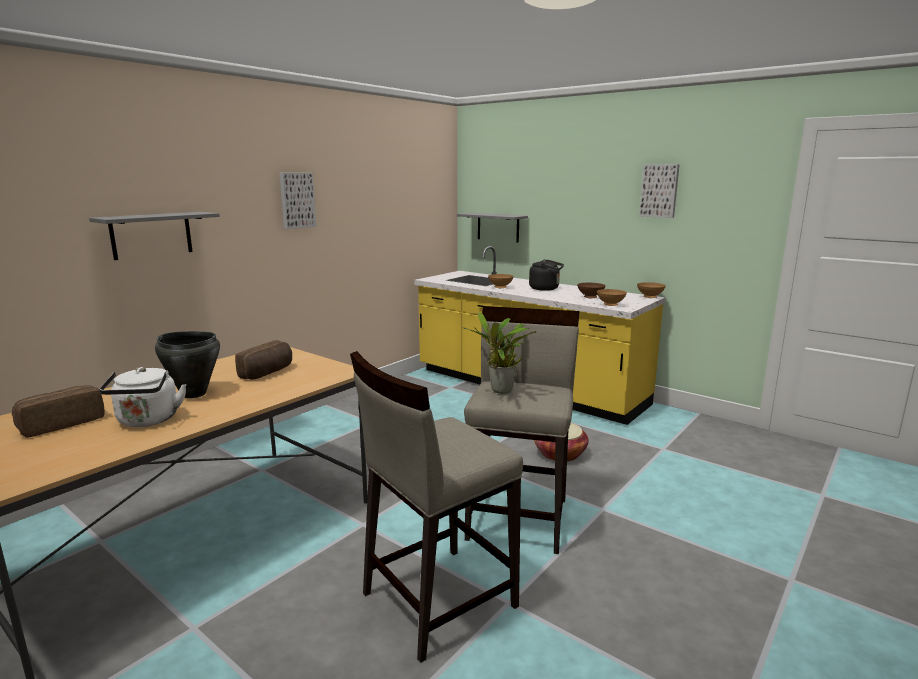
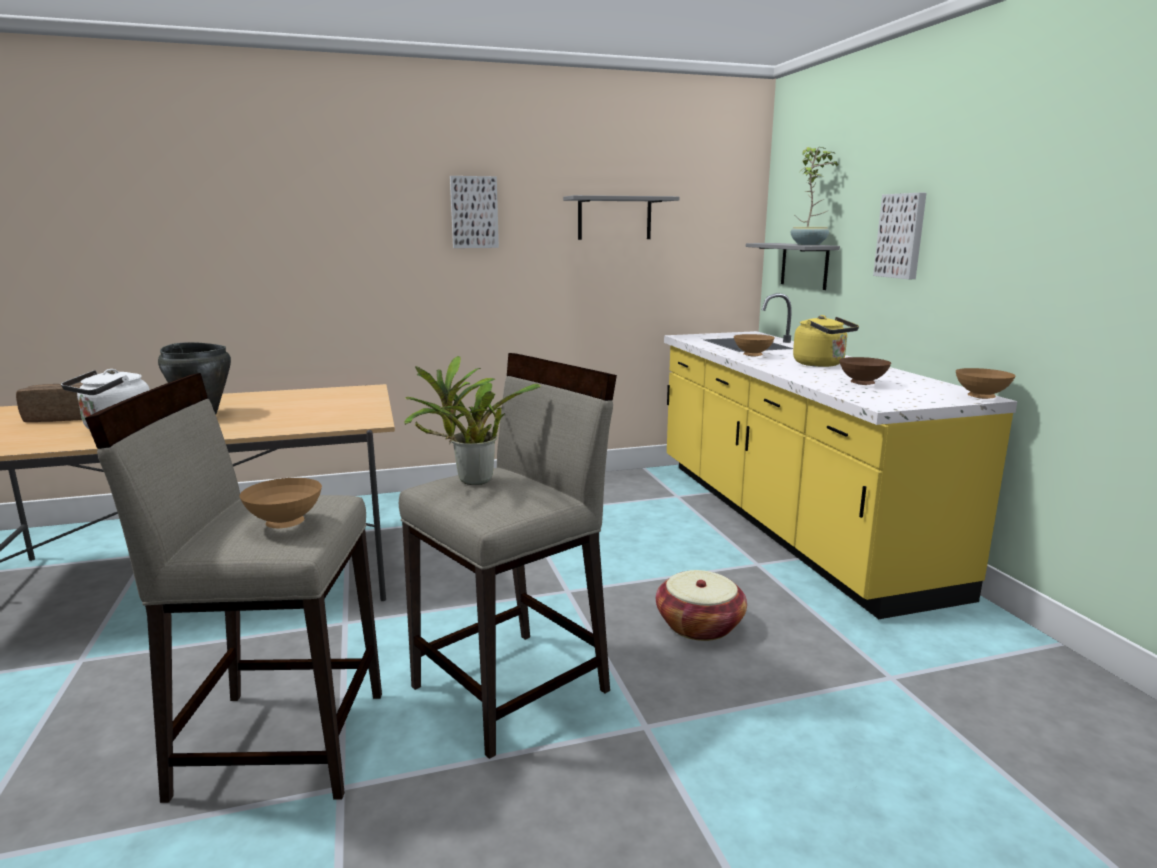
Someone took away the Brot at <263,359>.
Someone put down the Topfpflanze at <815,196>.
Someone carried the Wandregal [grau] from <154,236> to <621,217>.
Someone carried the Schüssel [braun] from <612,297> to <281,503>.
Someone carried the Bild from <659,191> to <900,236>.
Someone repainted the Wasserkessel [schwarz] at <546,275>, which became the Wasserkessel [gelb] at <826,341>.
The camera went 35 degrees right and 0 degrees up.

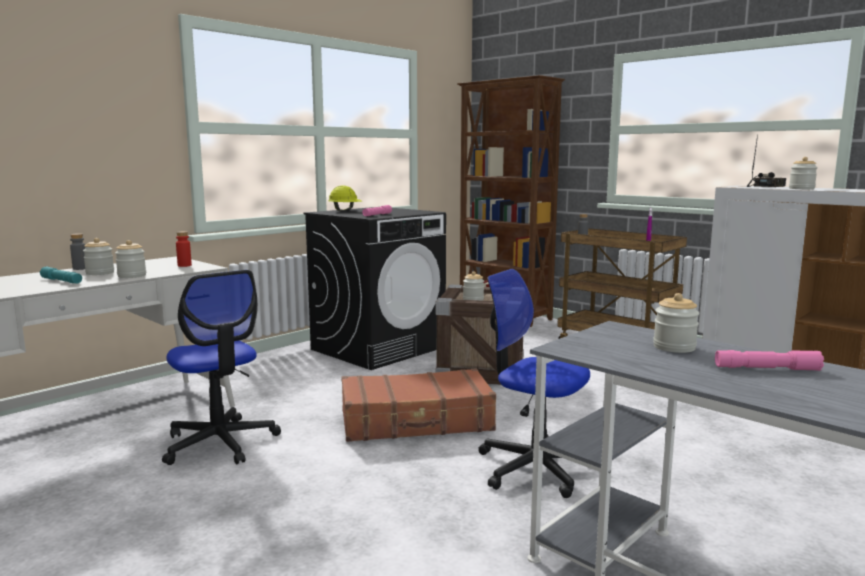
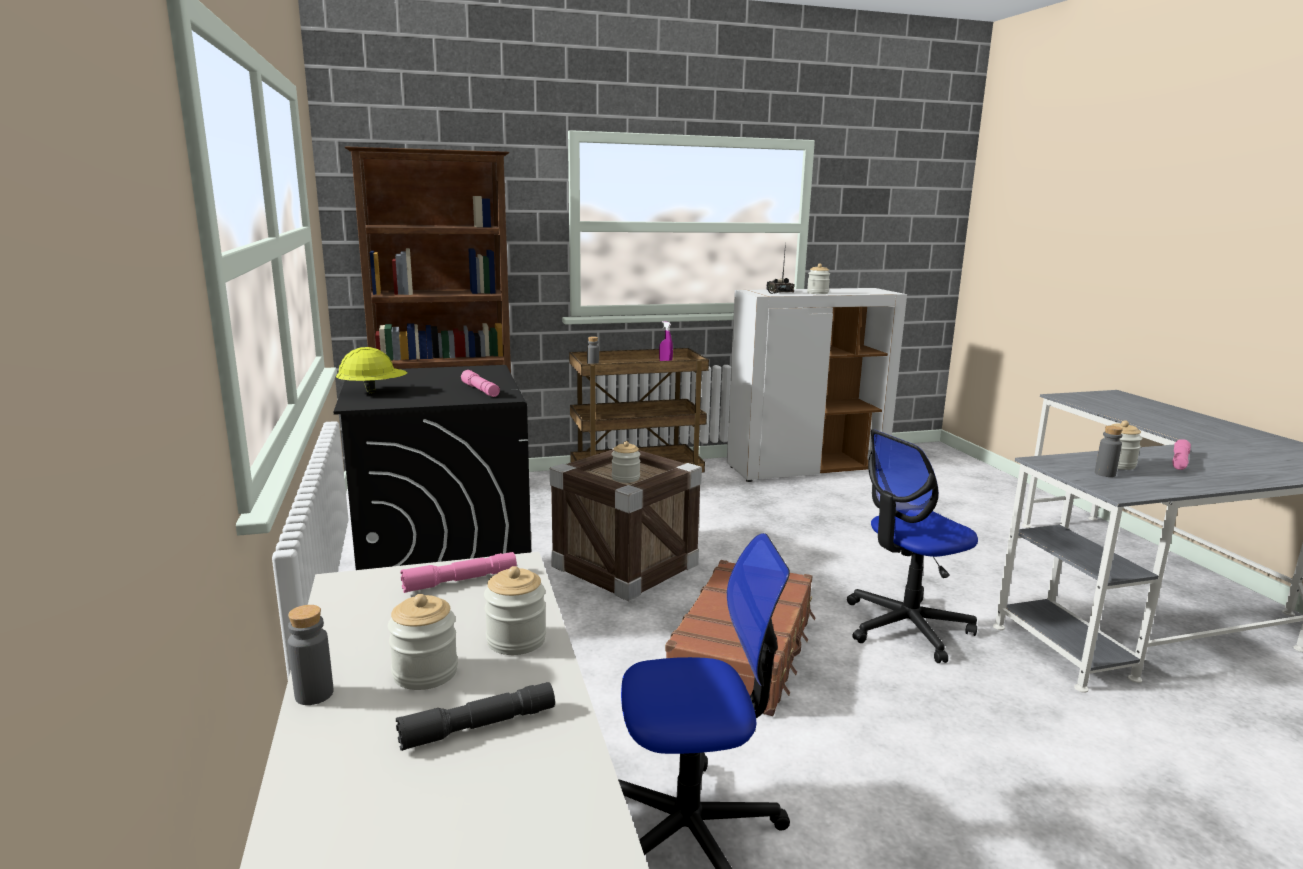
Someone put down the Flasche [grau] at <1109,451>.
Someone swapped the Flasche [rot] at <184,249> for the Taschenlampe [rosa] at <458,572>.
Someone repainted the Taschenlampe [türkis] at <61,275>, which became the Taschenlampe [grau] at <475,716>.
The camera went 60 degrees left and 5 degrees up.

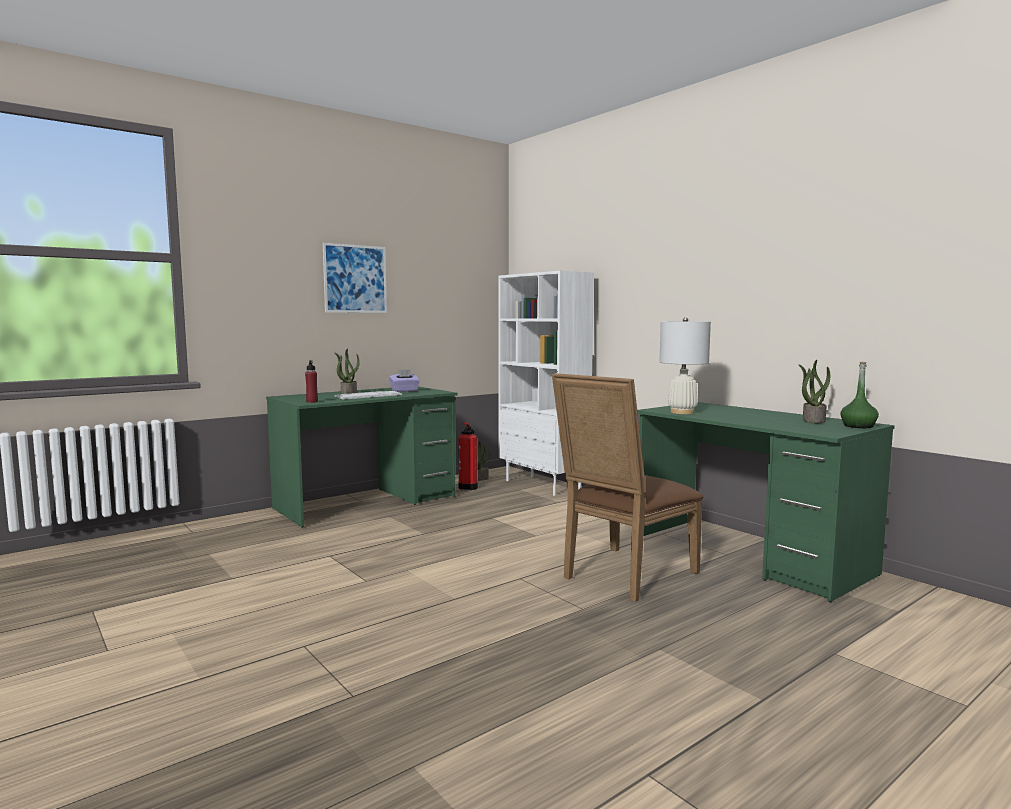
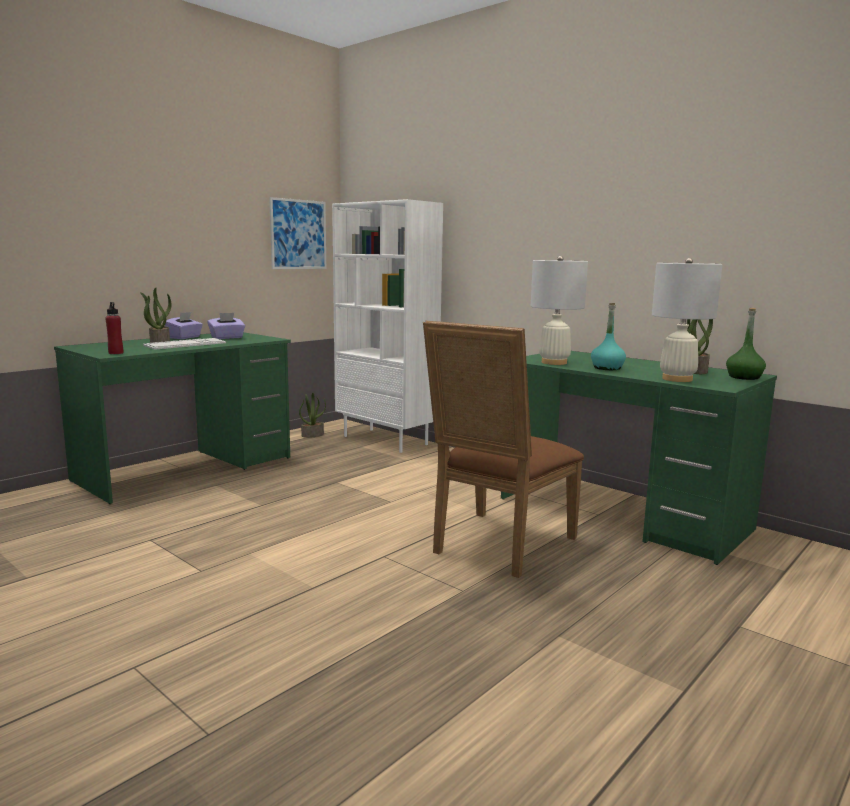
Someone took away the Feuerlöscher at <468,456>.
Someone put down the Taschentuchbox [lila] at <184,325>.
Someone put down the Flasche [türkis] at <608,336>.
Someone put down the Tischlampe [weiß] at <687,320>.
Someone carried the Bild from <355,278> to <297,233>.
The camera went 10 degrees left and 5 degrees up.

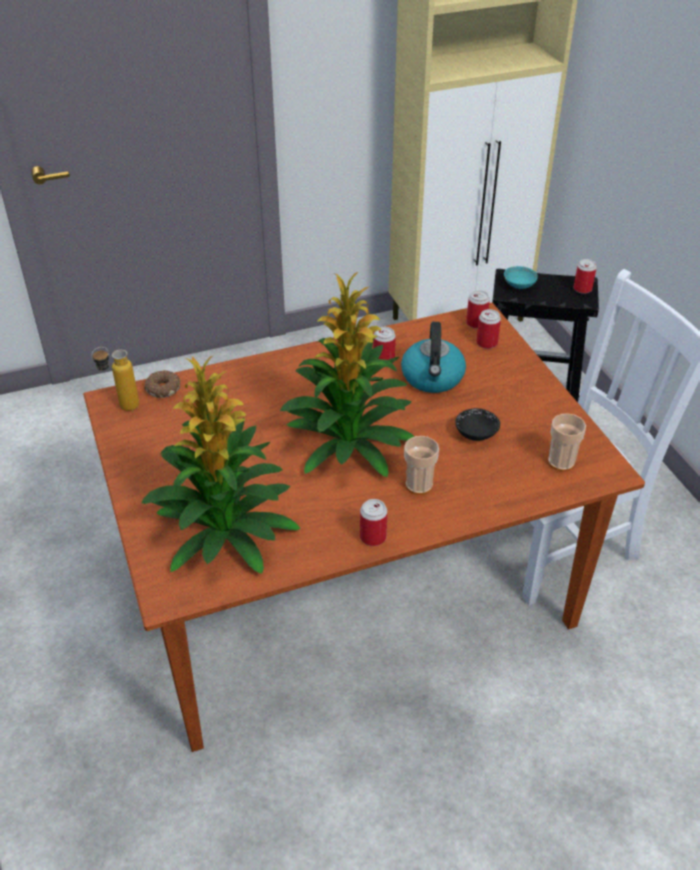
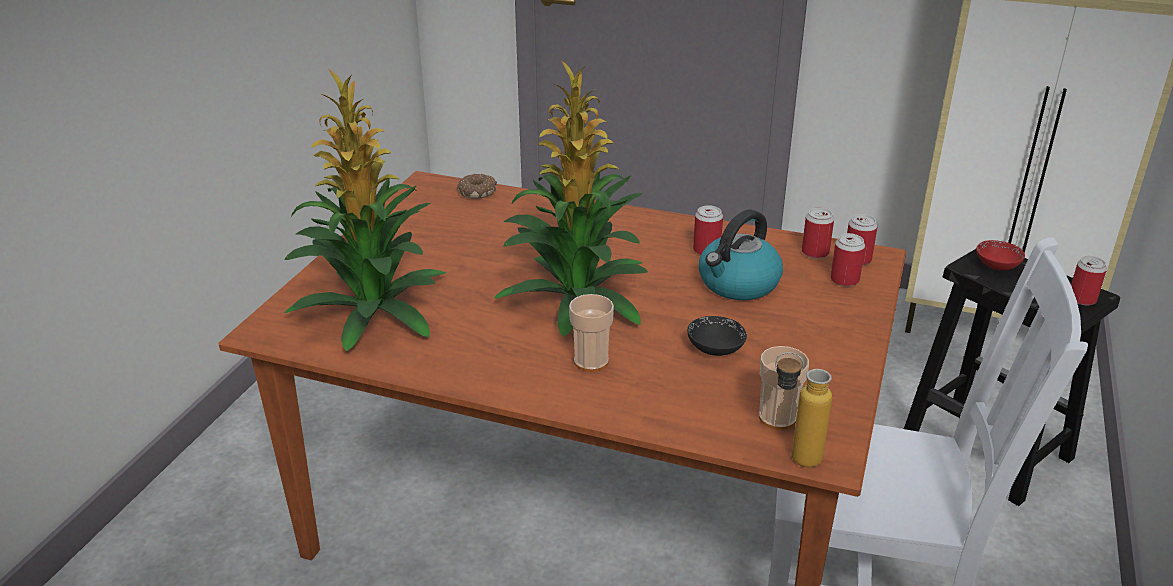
Someone carried the Flasche from <115,379> to <803,409>.
Someone carried the Dose from <374,522> to <818,233>.
Someone repainted the Schüssel [türkis] at <521,277>, which became the Schüssel [rot] at <1000,255>.
The camera went 40 degrees right and 10 degrees down.

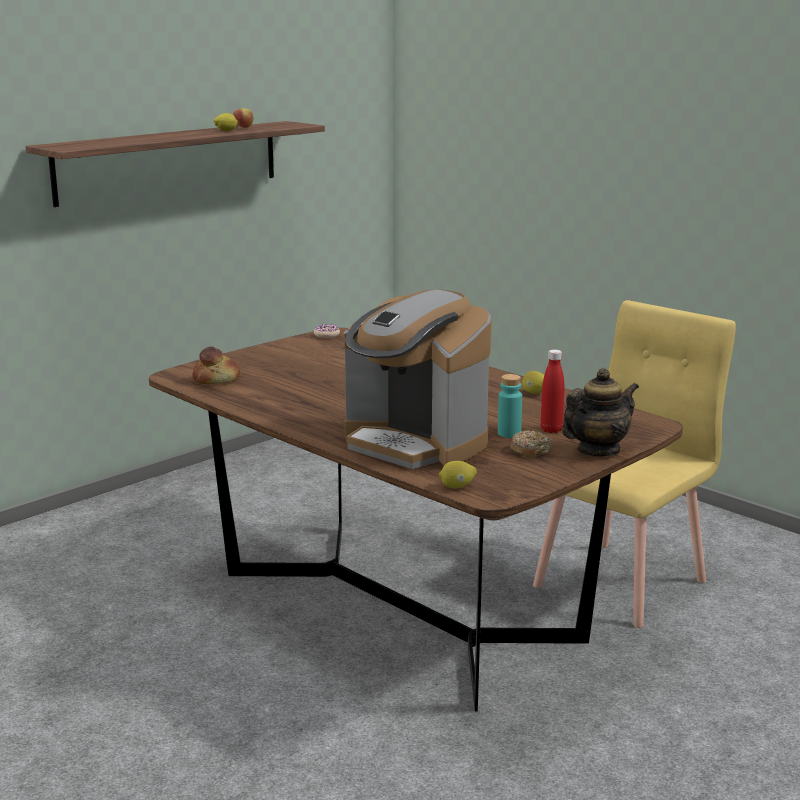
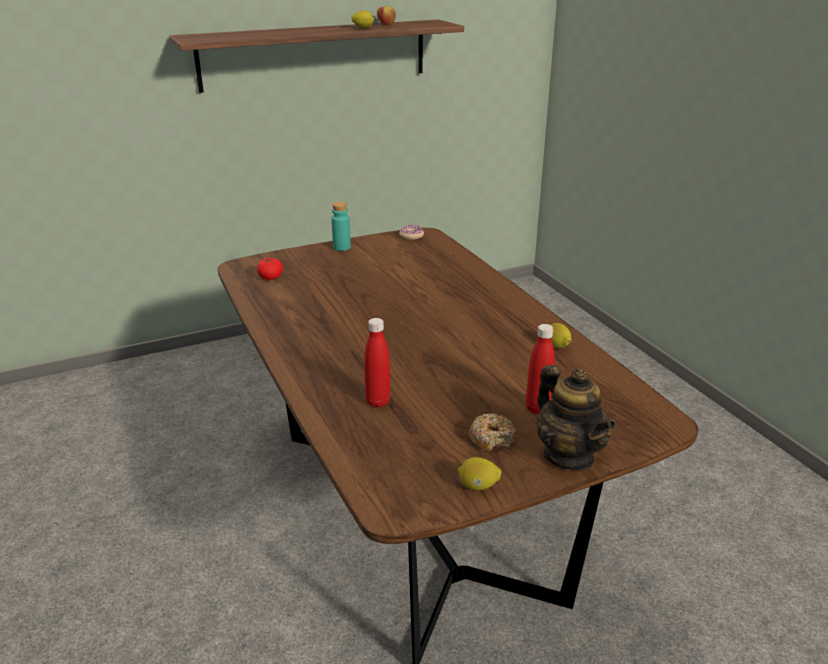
Someone took away the Stuhl [gelb] at <634,464>.
Someone carried the Zitrone from <458,475> to <479,473>.
Someone carried the Flasche [türkis] from <510,406> to <341,226>.
Someone swapped the Brot at <216,365> for the Tomate at <270,269>.
Someone swapped the Kaffeemaschine at <418,379> for the Flasche [rot] at <377,363>.
Someone rotated the Teekanne at <600,412> by 75 degrees clockwise.
The camera went 20 degrees right and 10 degrees up.

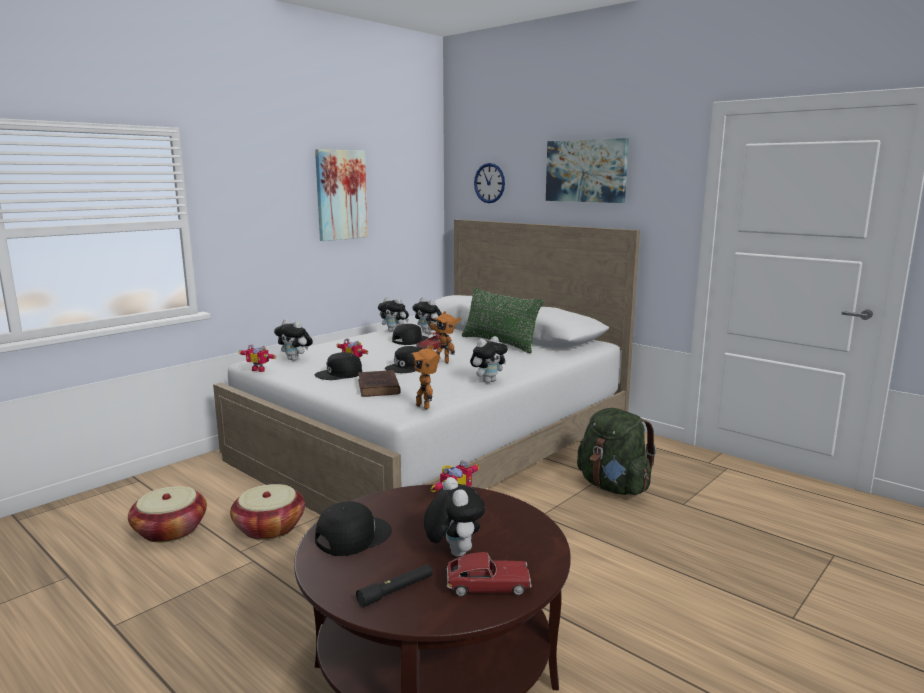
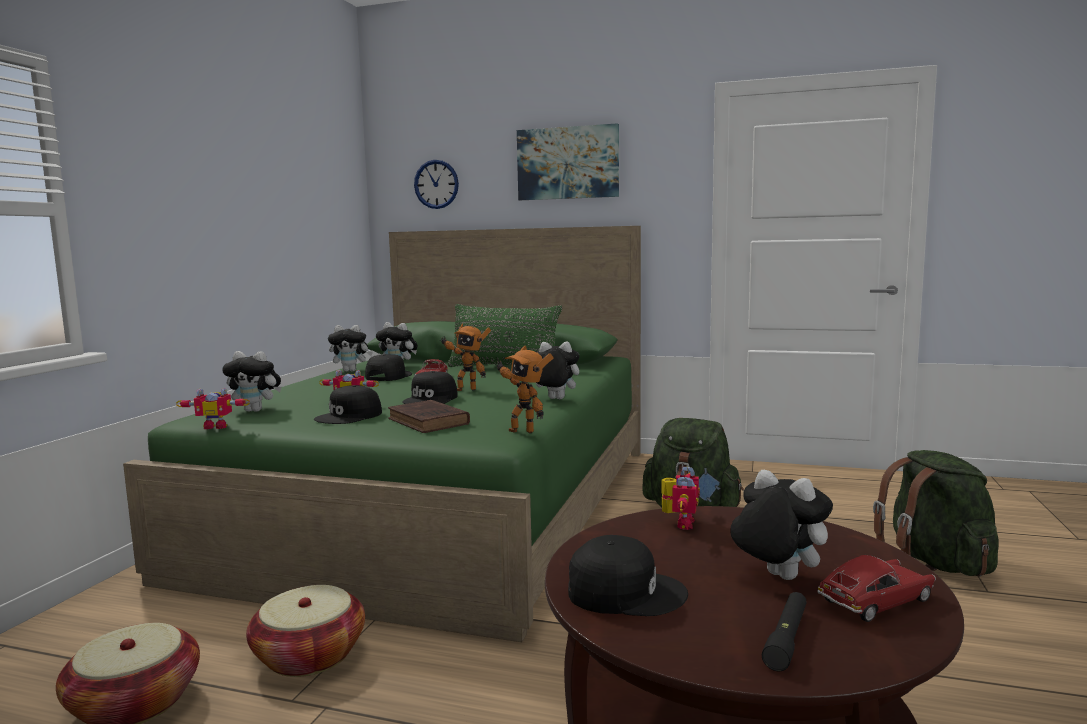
Someone took away the Bild at <341,195>.
Someone put down the Rucksack [grün] at <936,513>.
Someone repainted the Bett [weiß] at <426,367>, which became the Bett [grün] at <382,434>.
Someone rotated the Kappe [schwarz] at <353,528> by 75 degrees clockwise.
Someone rotated the Plüschtier at <489,359> by 105 degrees counterclockwise.
The camera went 25 degrees left and 5 degrees down.

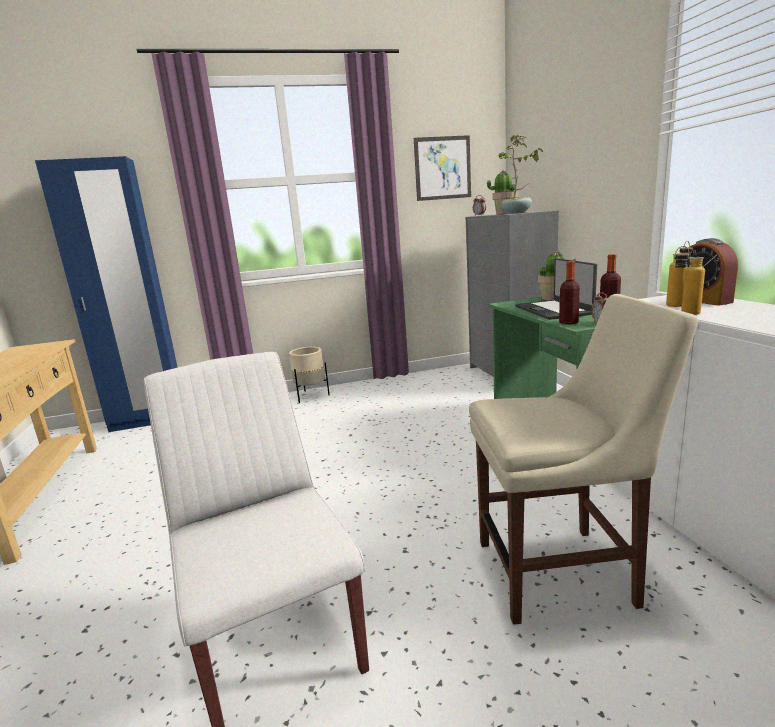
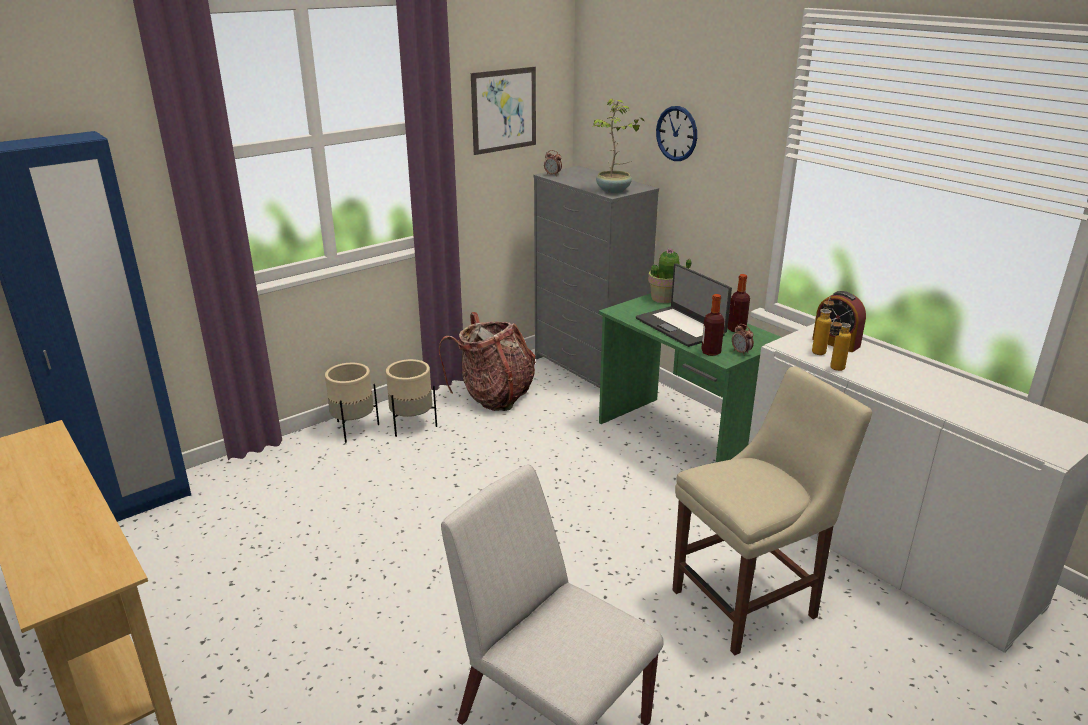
Someone took away the Topfpflanze at <502,193>.
Someone put down the Pflanzkübel [beige] at <411,398>.
Someone put down the Rucksack at <487,361>.
Someone put up the Wanduhr at <676,133>.
The camera went 25 degrees left and 10 degrees up.

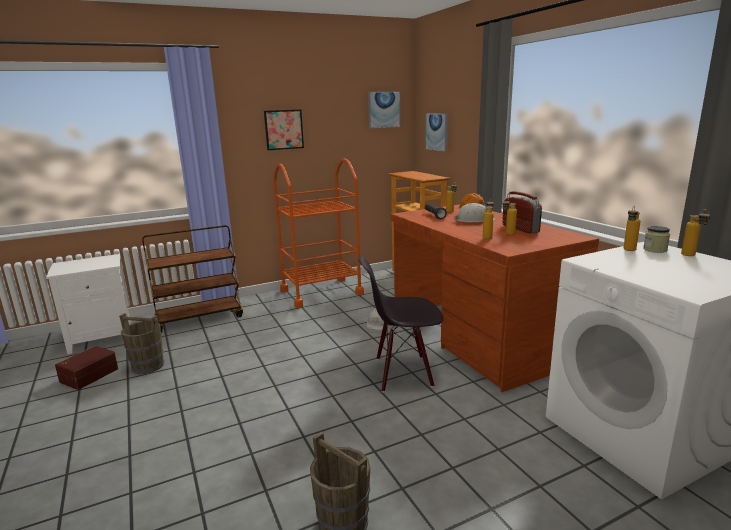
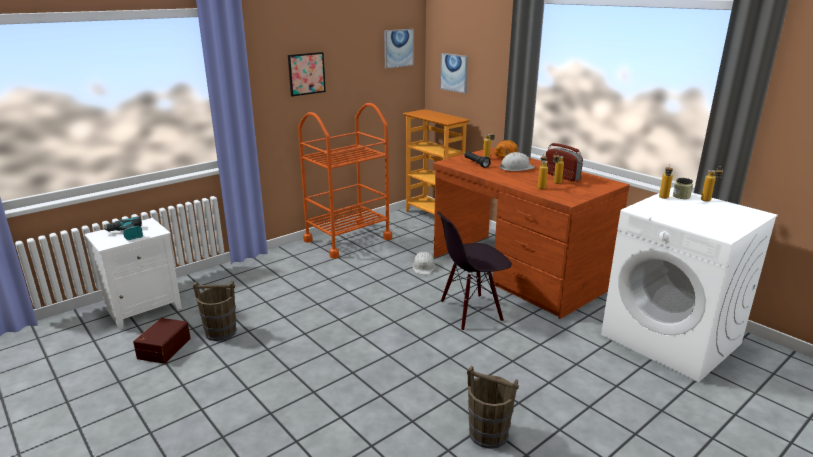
Someone took away the Rollwagen [braun] at <192,279>.
Someone put down the Bohrmaschine at <123,228>.
The camera went 15 degrees left and 5 degrees up.

